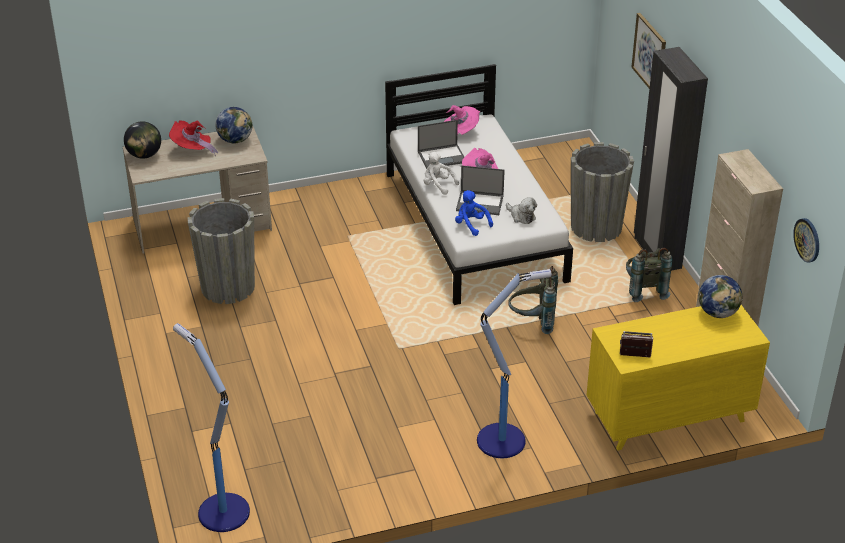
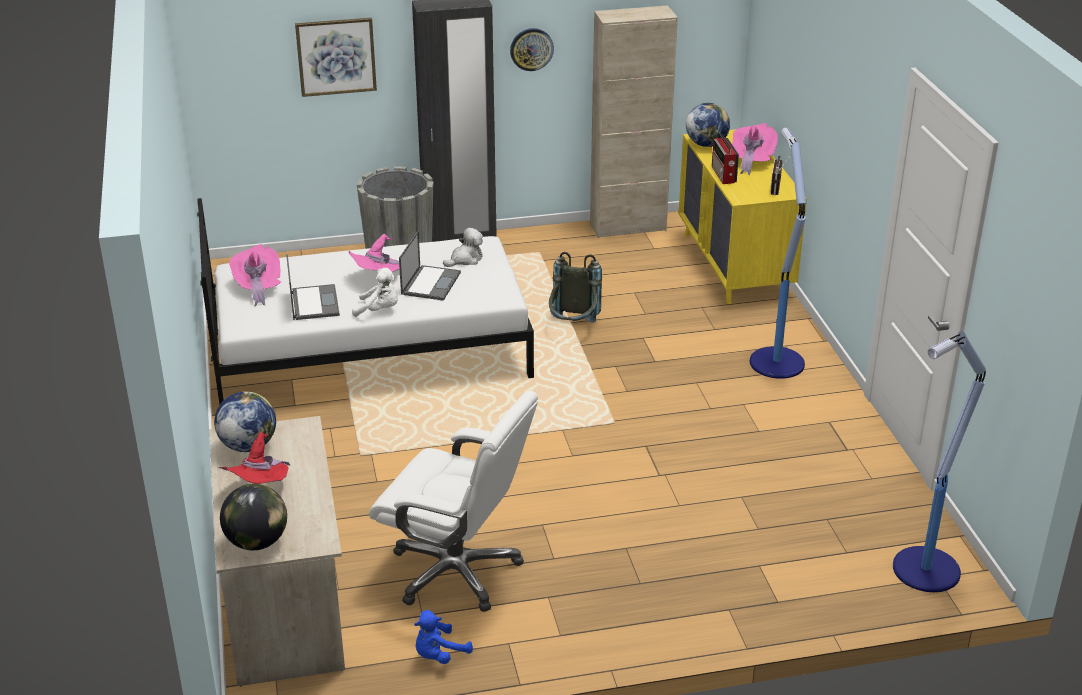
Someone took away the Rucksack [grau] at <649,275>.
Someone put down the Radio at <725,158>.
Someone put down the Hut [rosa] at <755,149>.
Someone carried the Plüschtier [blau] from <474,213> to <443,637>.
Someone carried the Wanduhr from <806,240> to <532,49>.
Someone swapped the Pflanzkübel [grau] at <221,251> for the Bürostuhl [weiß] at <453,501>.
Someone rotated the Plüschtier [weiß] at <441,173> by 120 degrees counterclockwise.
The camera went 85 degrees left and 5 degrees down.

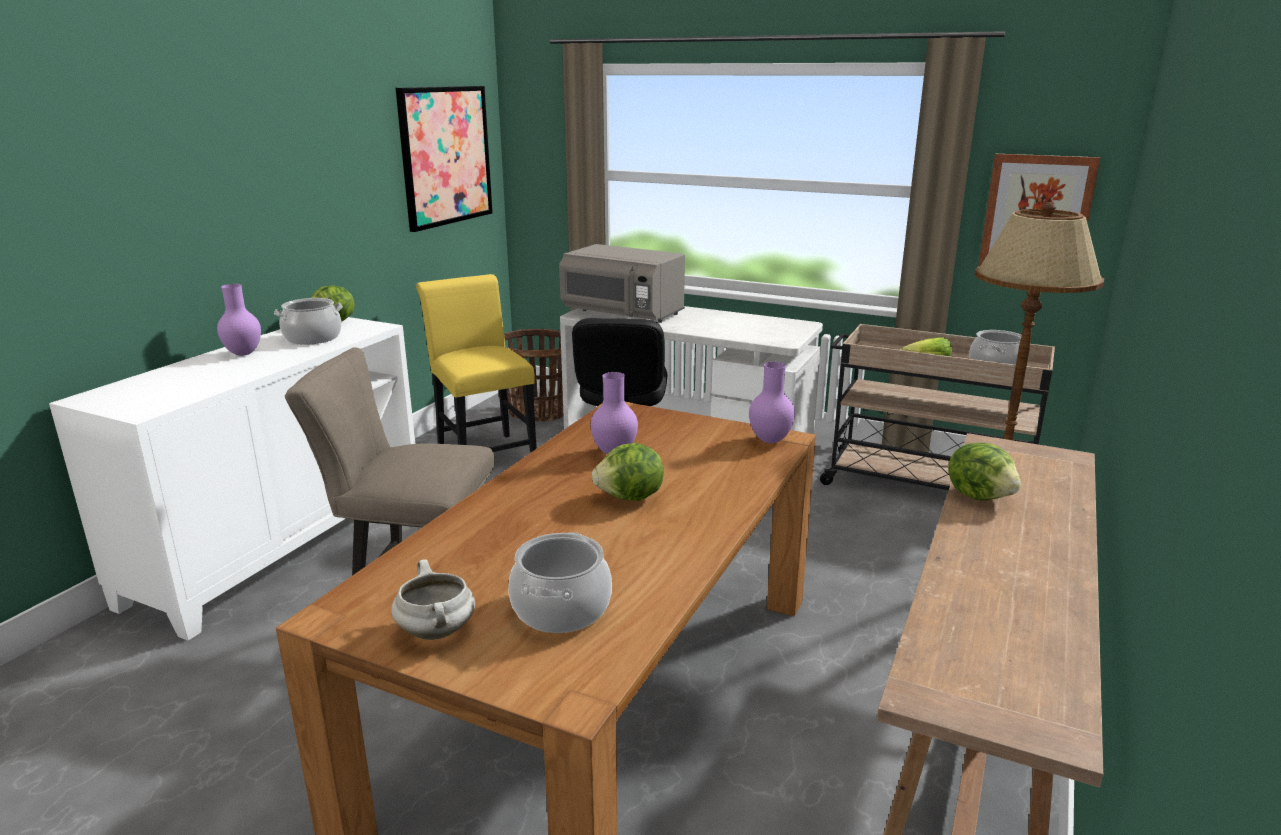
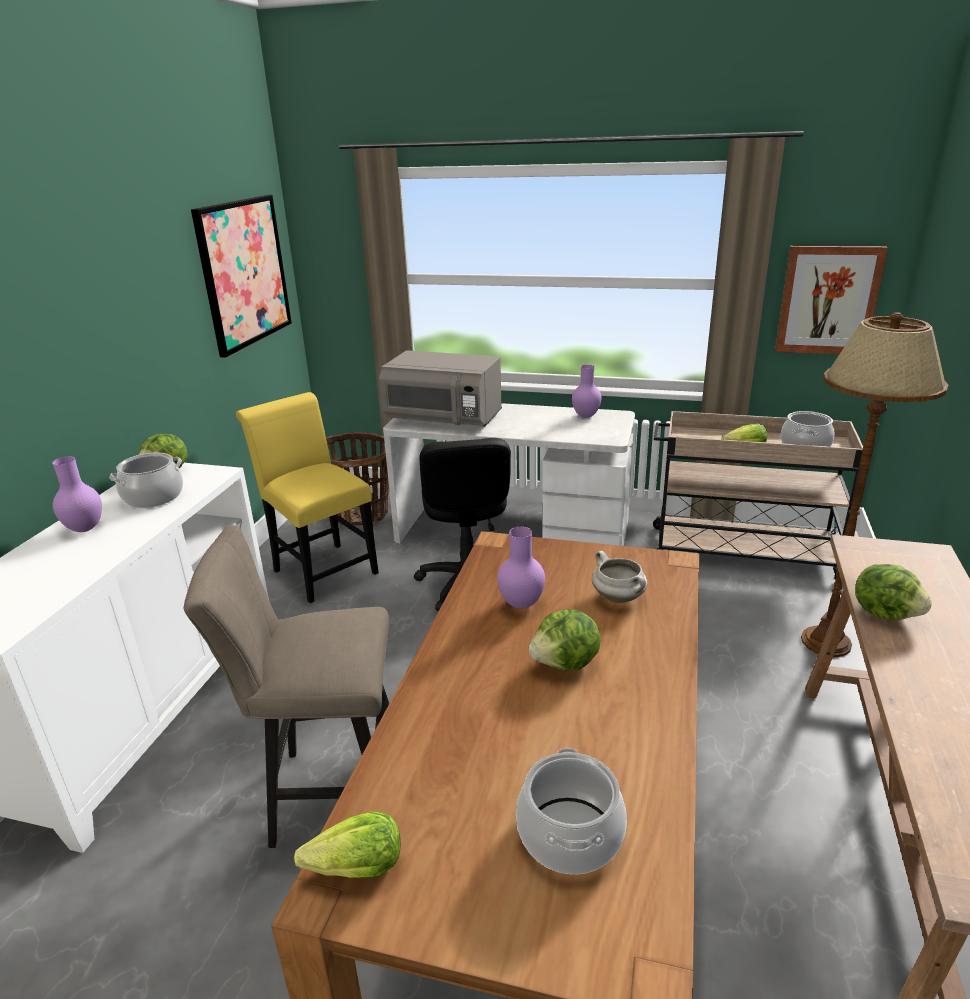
Someone put down the Salatkopf at <347,844>.
Someone carried the Kochtopf [weiß] from <433,599> to <619,577>.
Someone carried the Vase [lila] from <772,402> to <586,391>.
The camera went 10 degrees left and 5 degrees up.

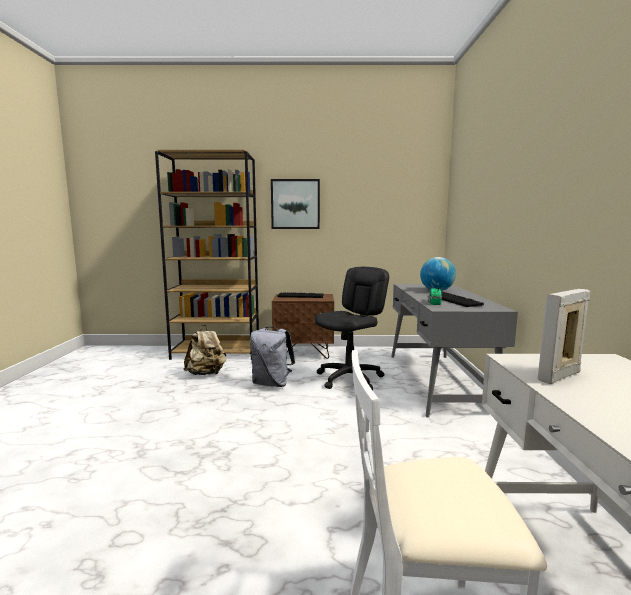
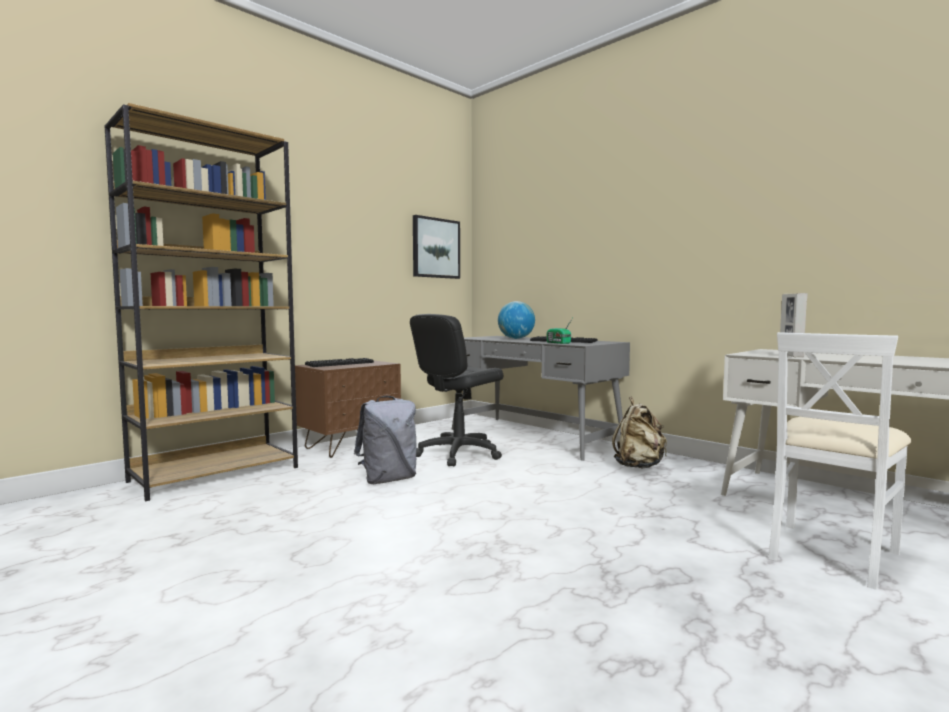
Someone carried the Rucksack [beige] from <205,350> to <639,433>.
Someone carried the Bild from <295,204> to <436,247>.
Someone rotated the Bürostuhl [schwarz] at <352,328> by 135 degrees counterclockwise.
The camera went 45 degrees left and 5 degrees down.

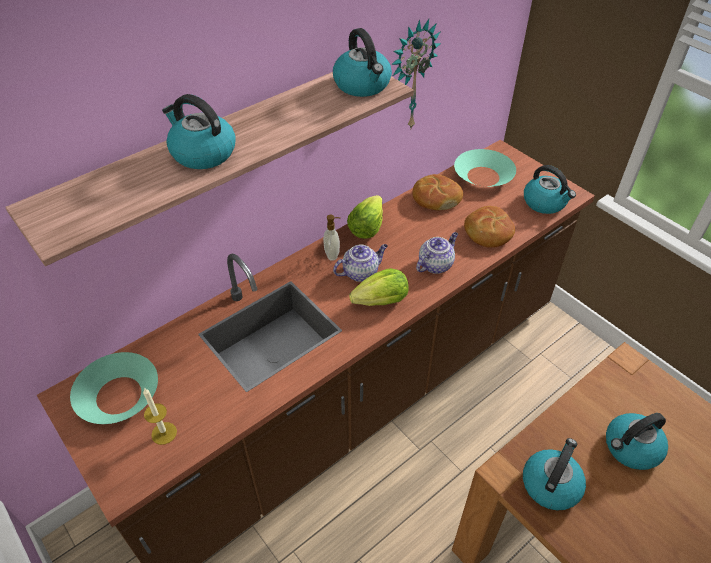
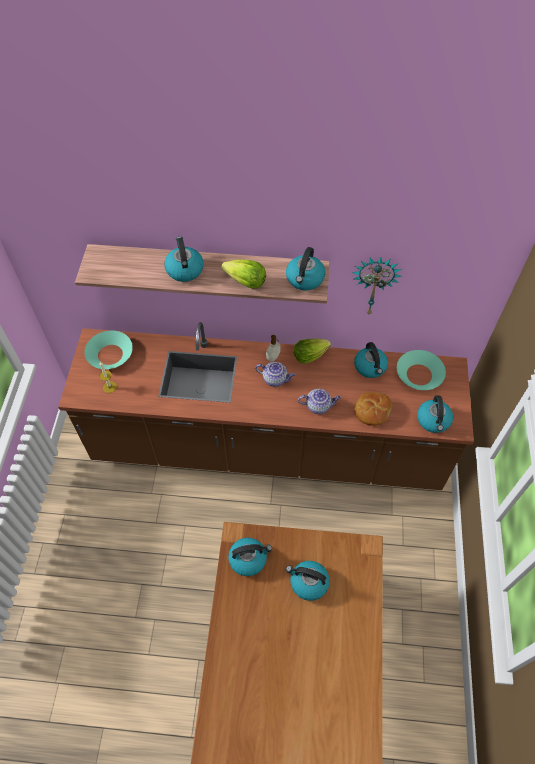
Someone carried the Salatkopf from <378,287> to <243,274>.
Someone swapped the Brot at <437,192> for the Wasserkessel at <371,360>.
The camera went 45 degrees right and 10 degrees up.

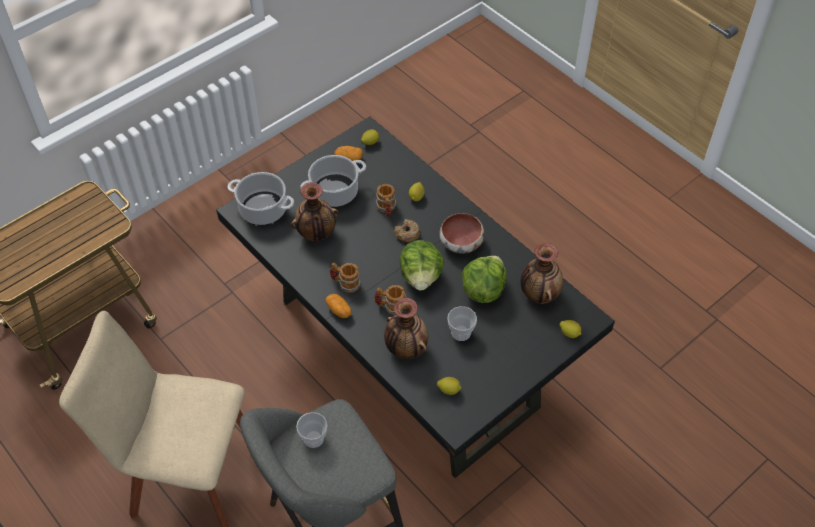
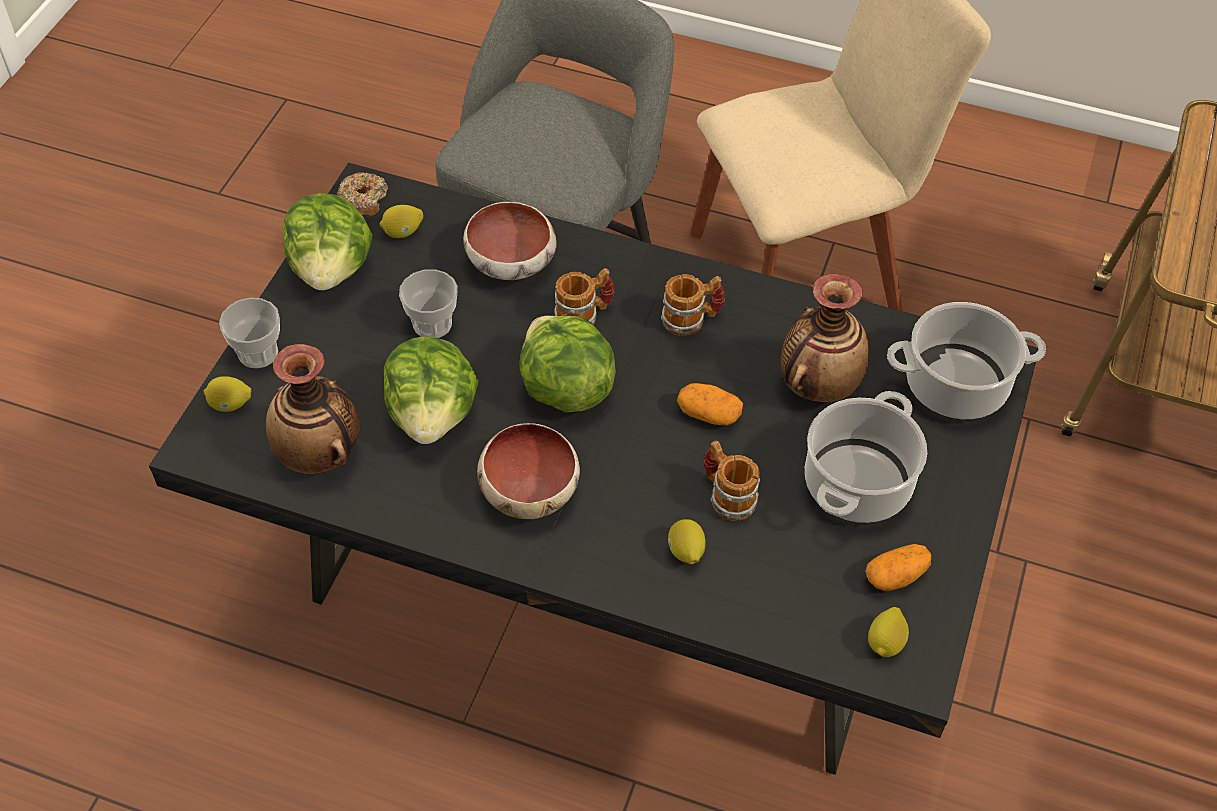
Someone put down the Salatkopf at <327,241>.
Someone carried the Tasse from <311,430> to <249,333>.
Someone carried the Kartoffel from <339,306> to <710,404>.
Someone carried the Donut from <407,230> to <362,194>.
Someone swapped the Vase at <406,328> for the Schüssel at <510,241>.
The camera went 150 degrees right and 0 degrees up.

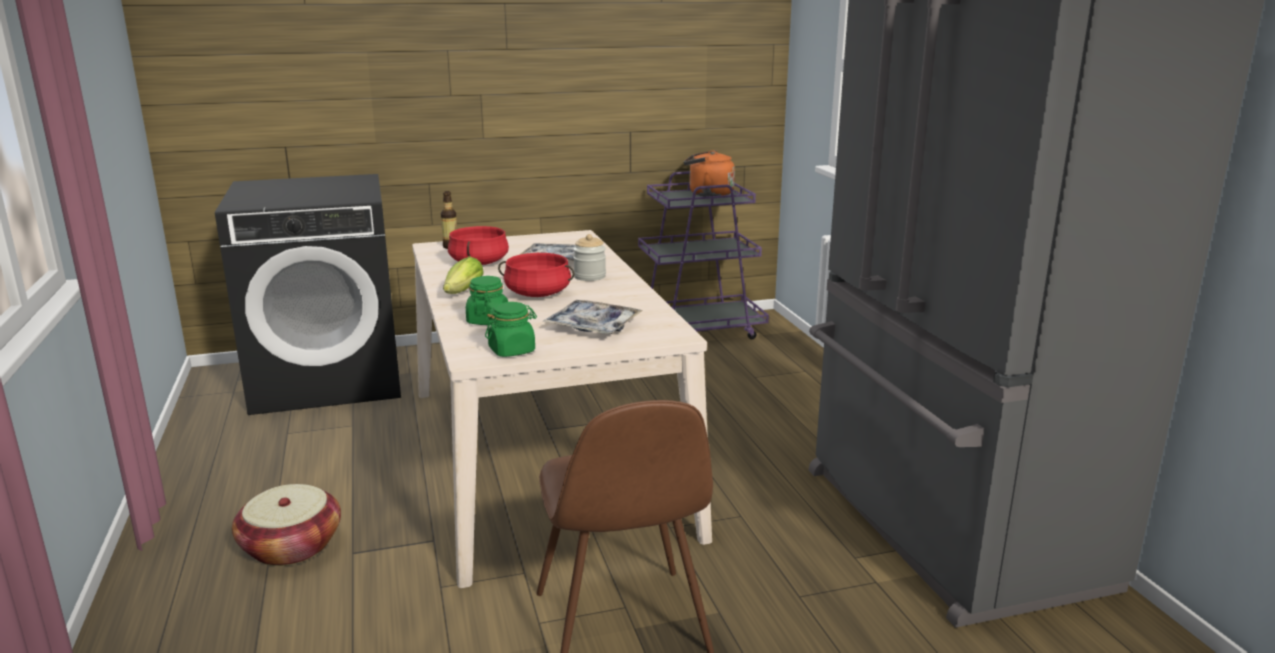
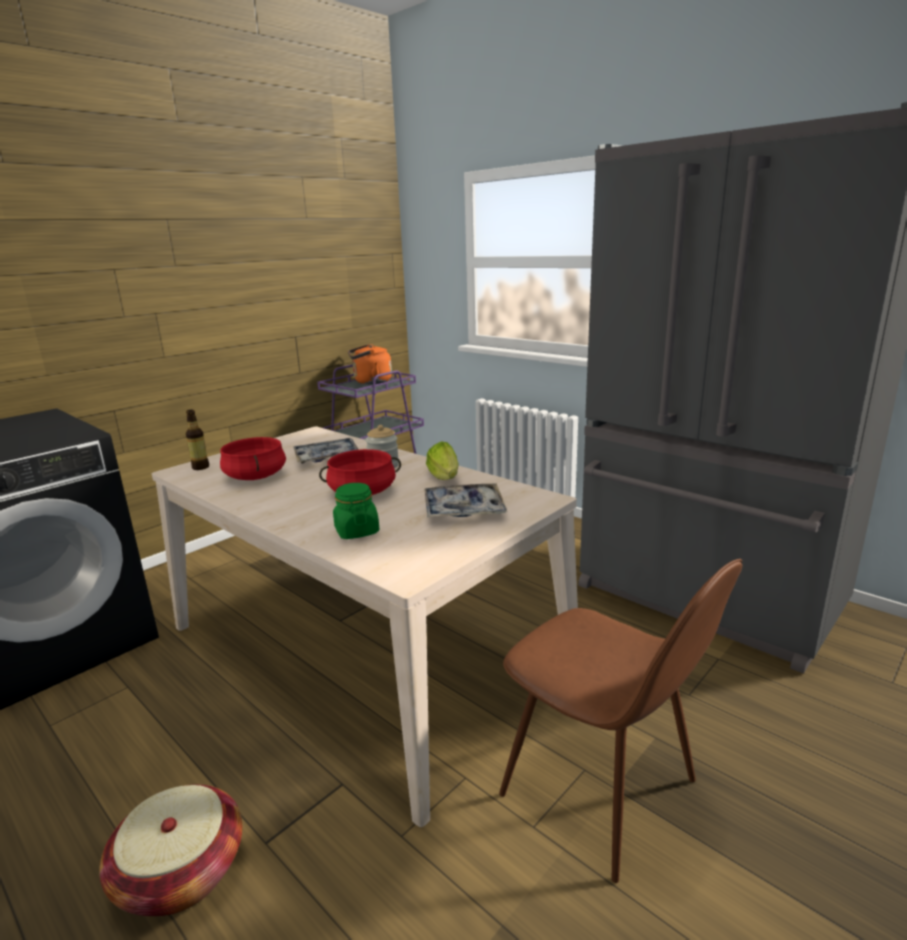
Someone took away the Vorratsglas [grün] at <511,329>.
Someone carried the Salatkopf from <463,275> to <442,461>.
The camera went 30 degrees left and 0 degrees up.

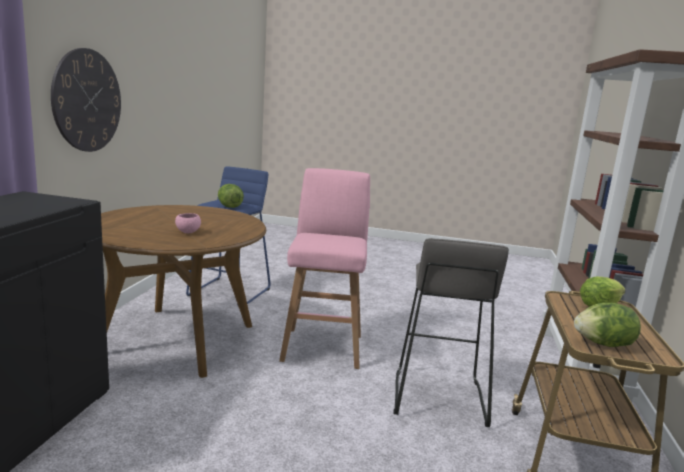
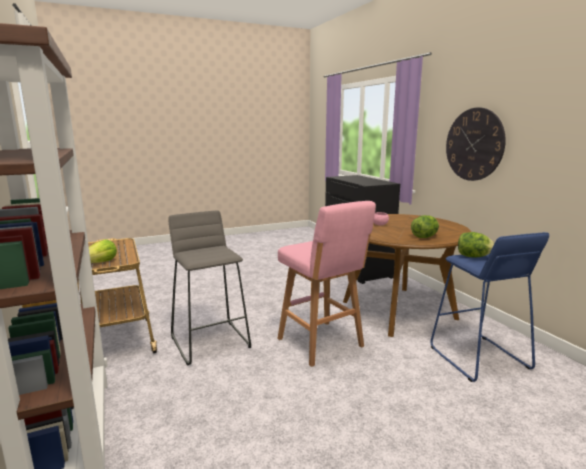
Someone carried the Salatkopf from <607,325> to <425,226>.
The camera went 145 degrees right and 0 degrees up.

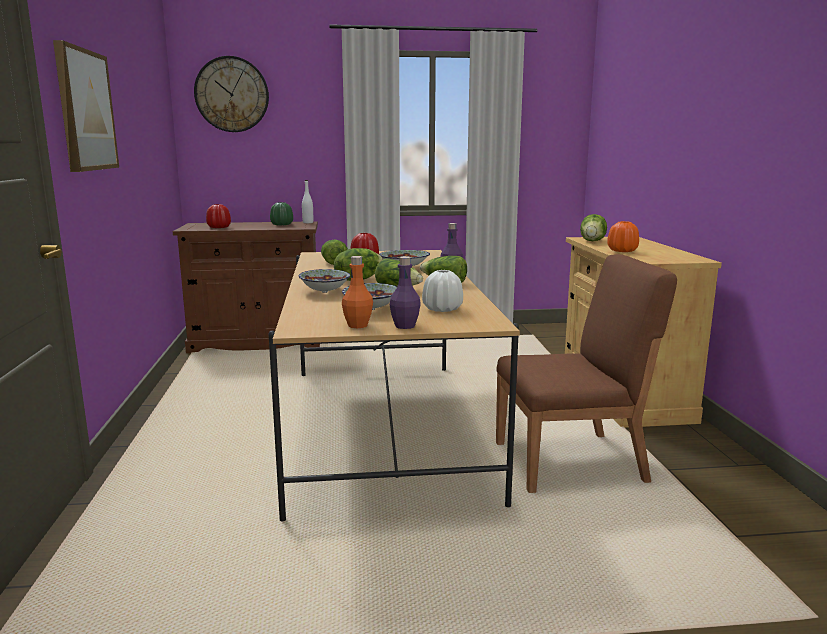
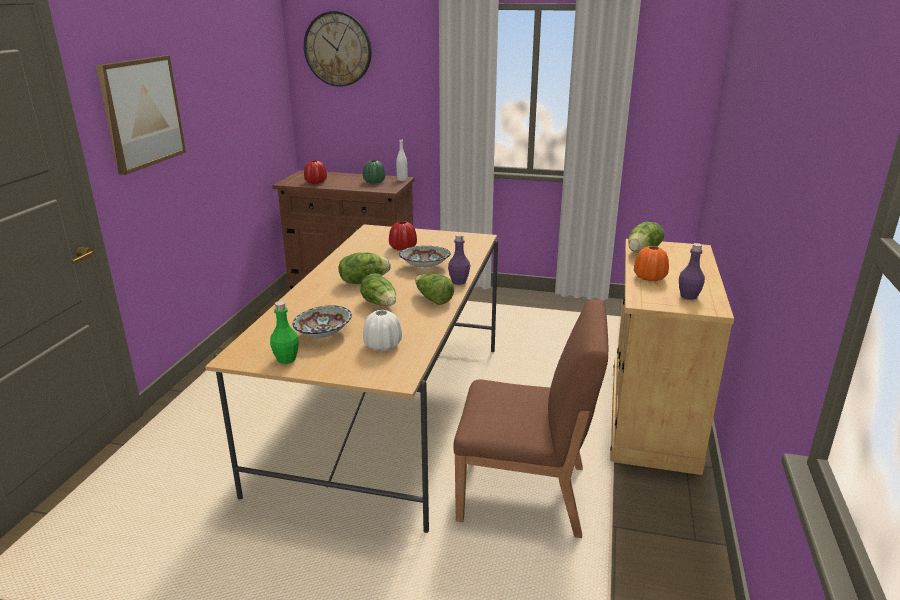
Someone took away the Schüssel at <324,281>.
Someone took away the Salatkopf at <334,252>.
Someone carried the Flasche [lila] from <405,292> to <692,271>.
Someone repainted the Flasche [orange] at <357,292>, which became the Flasche [grün] at <284,332>.
The camera went 20 degrees right and 10 degrees up.

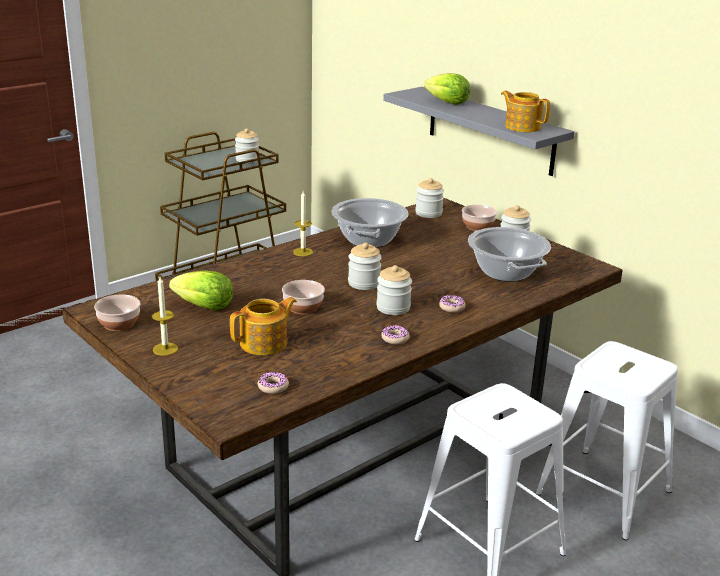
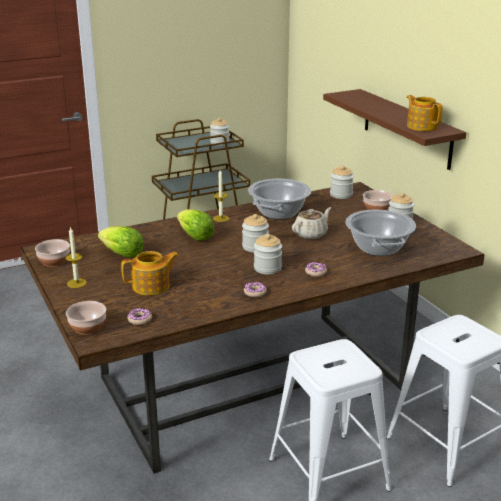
Someone put down the Teekanne [beige] at <311,223>.
Someone carried the Schüssel from <303,297> to <86,318>.
Someone carried the Salatkopf from <447,89> to <196,225>.
Someone repainted the Wandregal [grau] at <479,131>, which became the Wandregal [braun] at <394,129>.
The camera went 15 degrees right and 0 degrees up.

